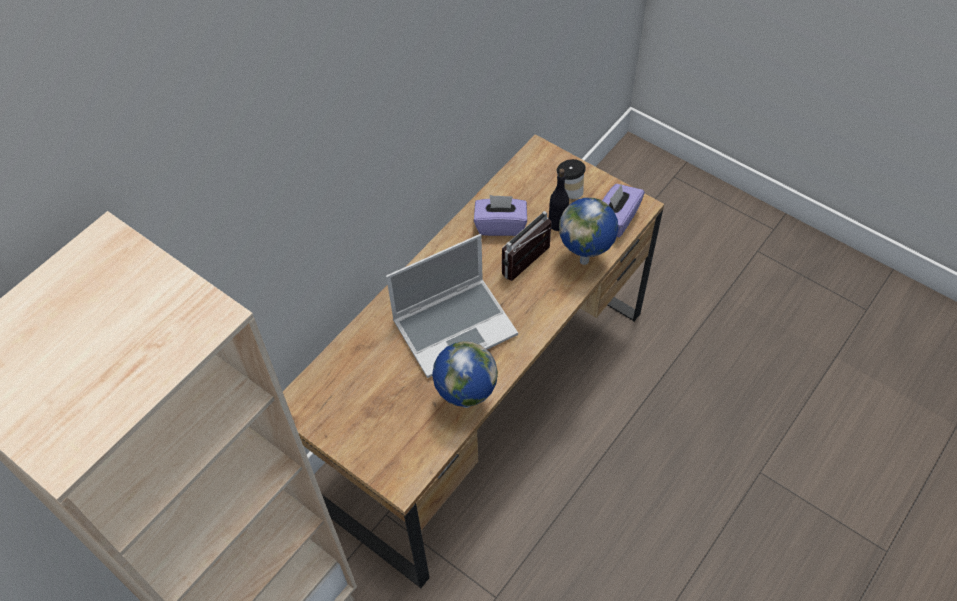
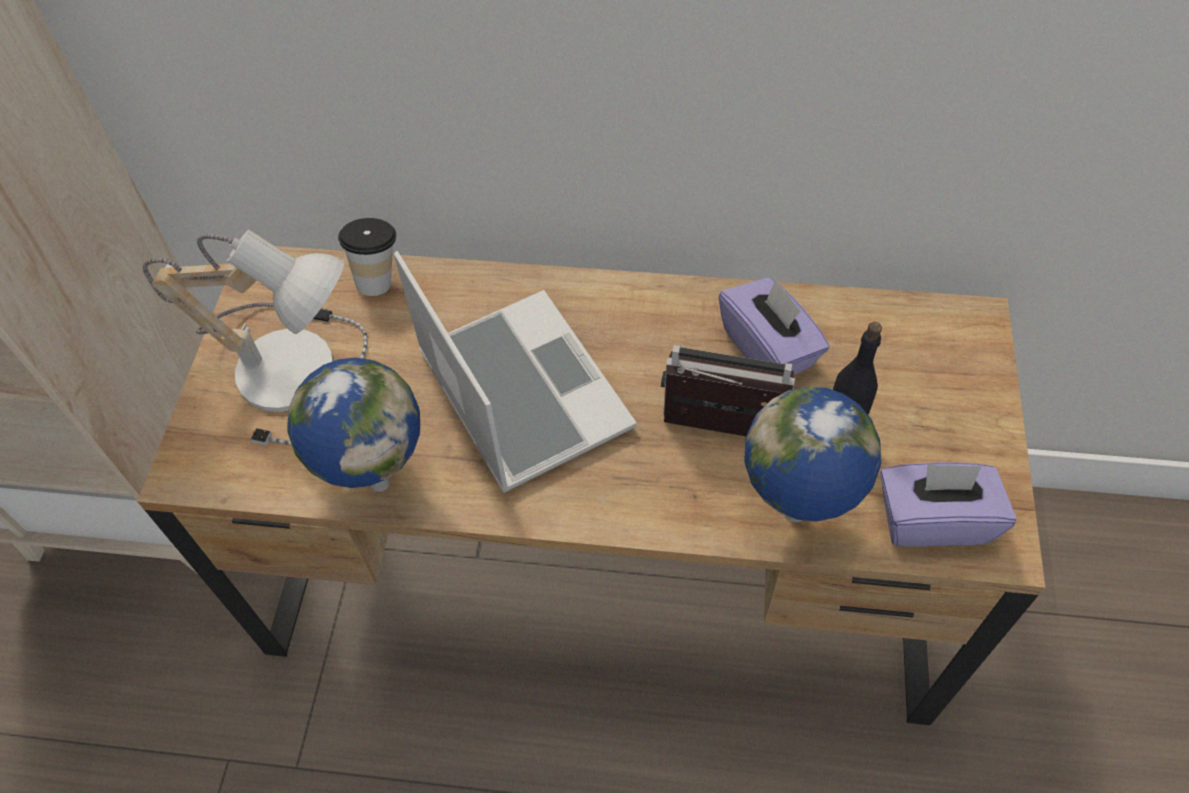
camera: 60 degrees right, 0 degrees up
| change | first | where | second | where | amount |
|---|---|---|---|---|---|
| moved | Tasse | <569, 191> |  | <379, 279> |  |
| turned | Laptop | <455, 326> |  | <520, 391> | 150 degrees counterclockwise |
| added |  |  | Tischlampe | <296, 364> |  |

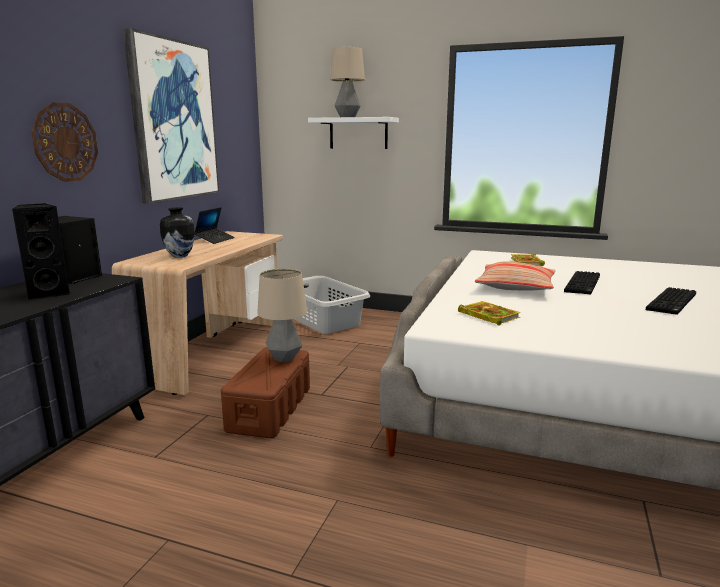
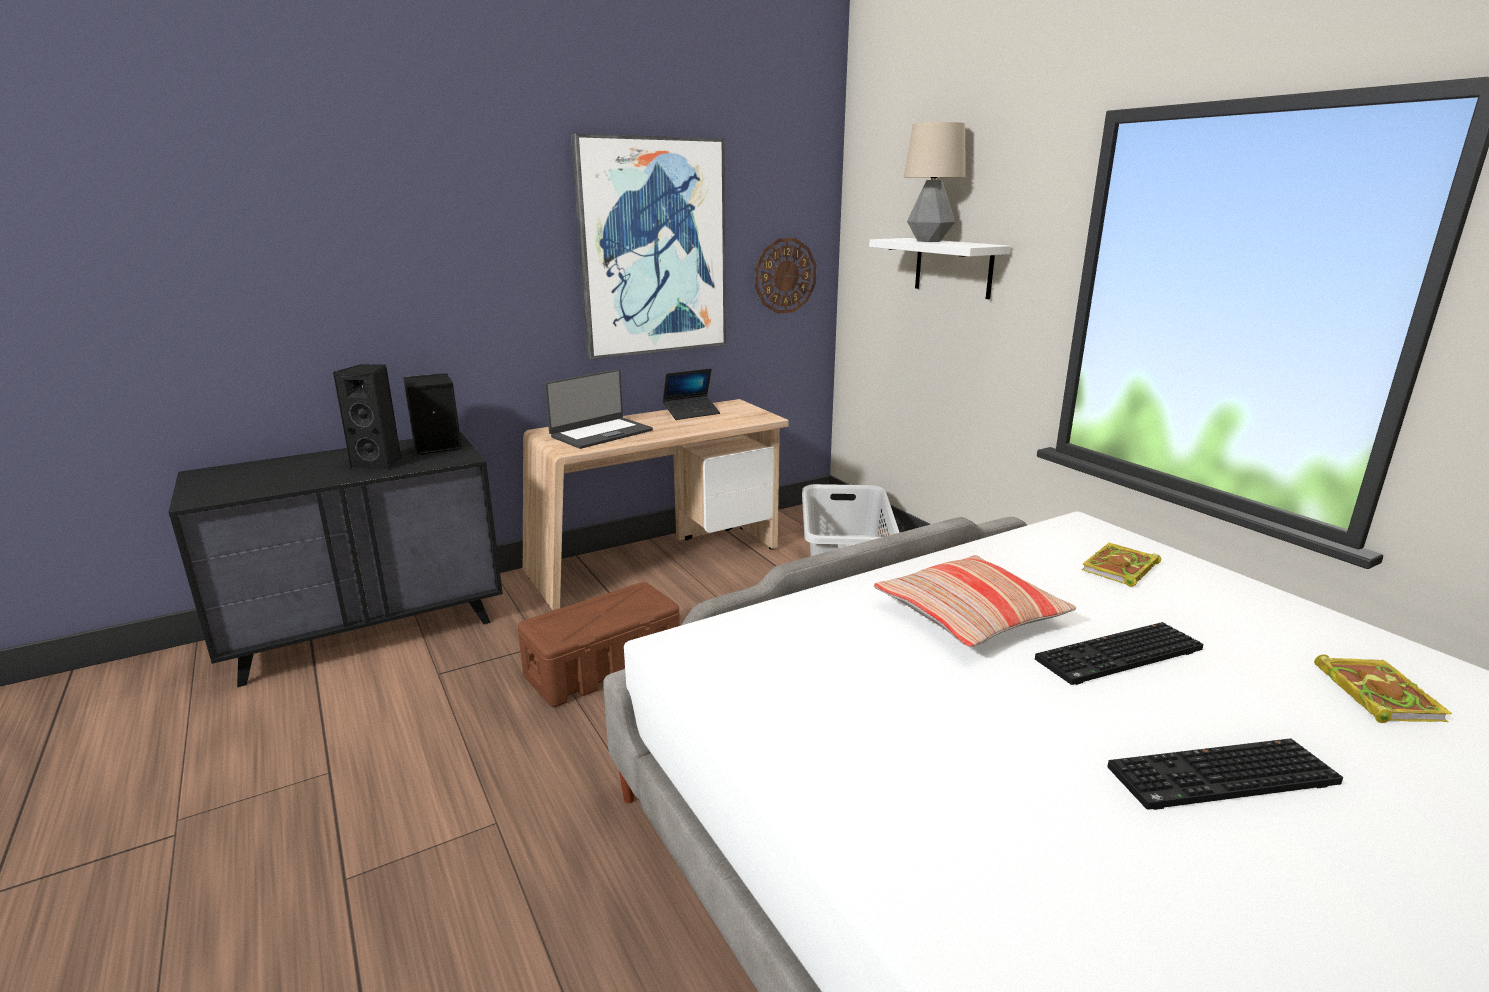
camera: 40 degrees right, 5 degrees up
| change | first | where | second | where | amount |
|---|---|---|---|---|---|
| moved | Wanduhr | <65, 142> |  | <785, 276> |  |
| replaced | Vase | <179, 256> | Laptop | <600, 433> |  |
| removed | Tischlampe | <284, 358> |  |  |  |
| moved | Buch | <487, 315> |  | <1374, 693> |  |

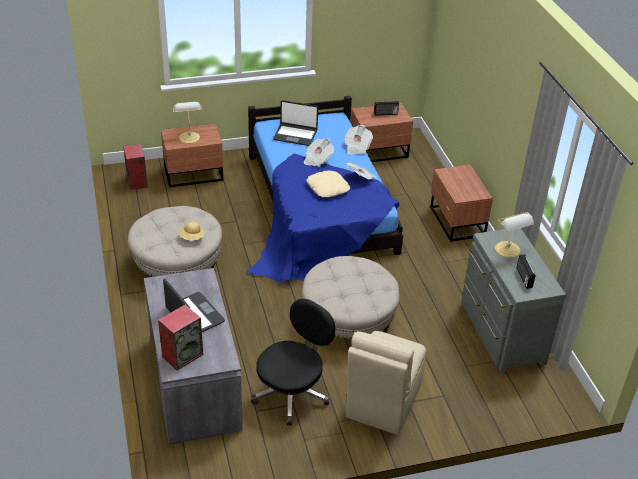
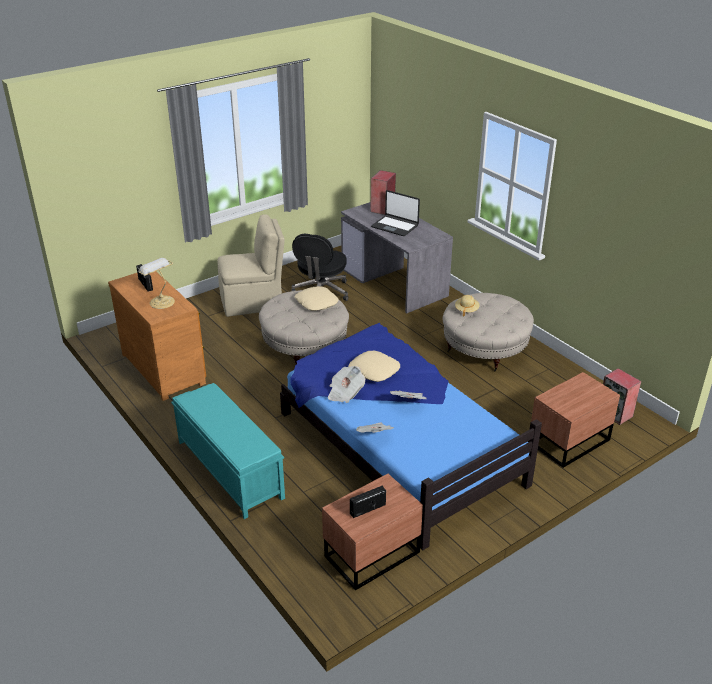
camera: 160 degrees right, 5 degrees down
| change | first | where | second | where | amount |
|---|---|---|---|---|---|
| removed | Laptop | <295, 135> |  |  |  |
| removed | Tischlampe | <189, 137> |  |  |  |
| replaced | Nachttisch [braun] | <456, 222> | Bank [türkis] | <229, 469> |  |
| recoloured | Kommode [grau] | <500, 333> | Kommode [braun] | <165, 367> |  |
| turned | Stuhl [beige] | <382, 402> |  | <253, 302> | 75 degrees clockwise |
| added |  |  | Kissen [beige] | <316, 303> |  |

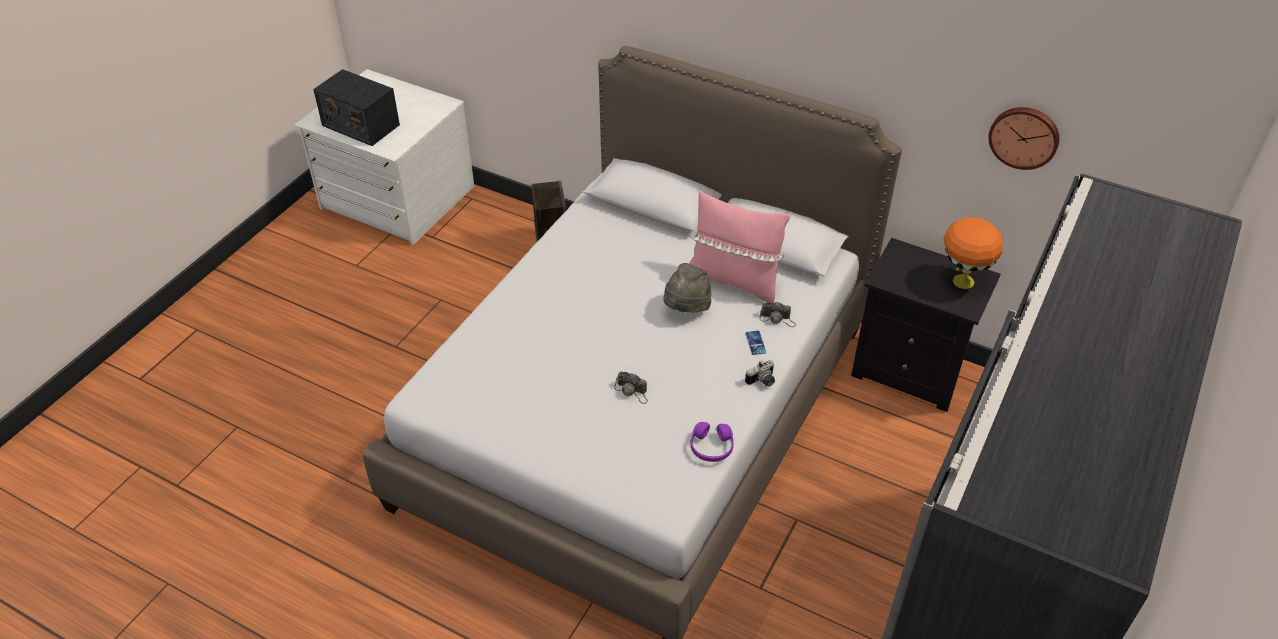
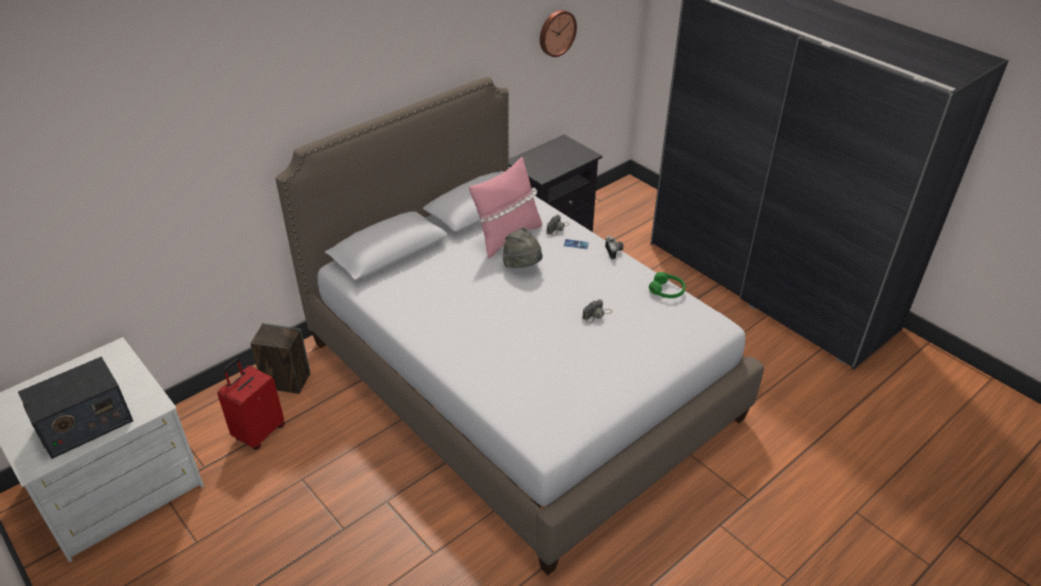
camera: 70 degrees left, 5 degrees down
| change | first | where | second | where | amount |
|---|---|---|---|---|---|
| removed | Tischlampe [orange] | <962, 281> |  |  |  |
| recoloured | Kopfhörer [lila] | <711, 447> | Kopfhörer [grün] | <667, 290> |  |
| added |  |  | Koffer [rot] | <259, 432> |  |

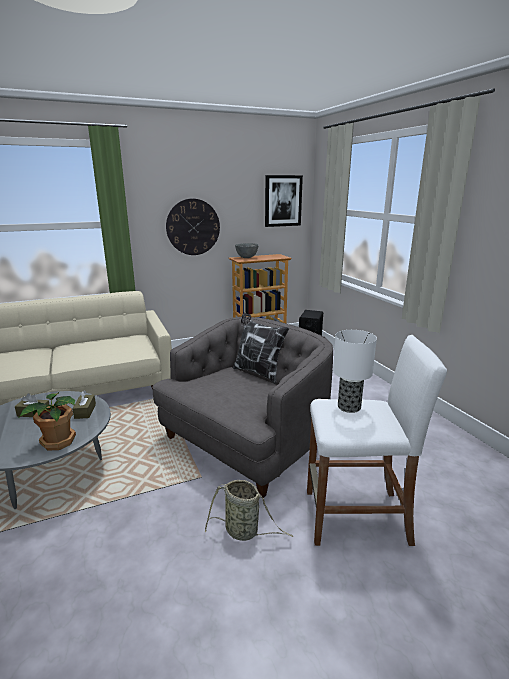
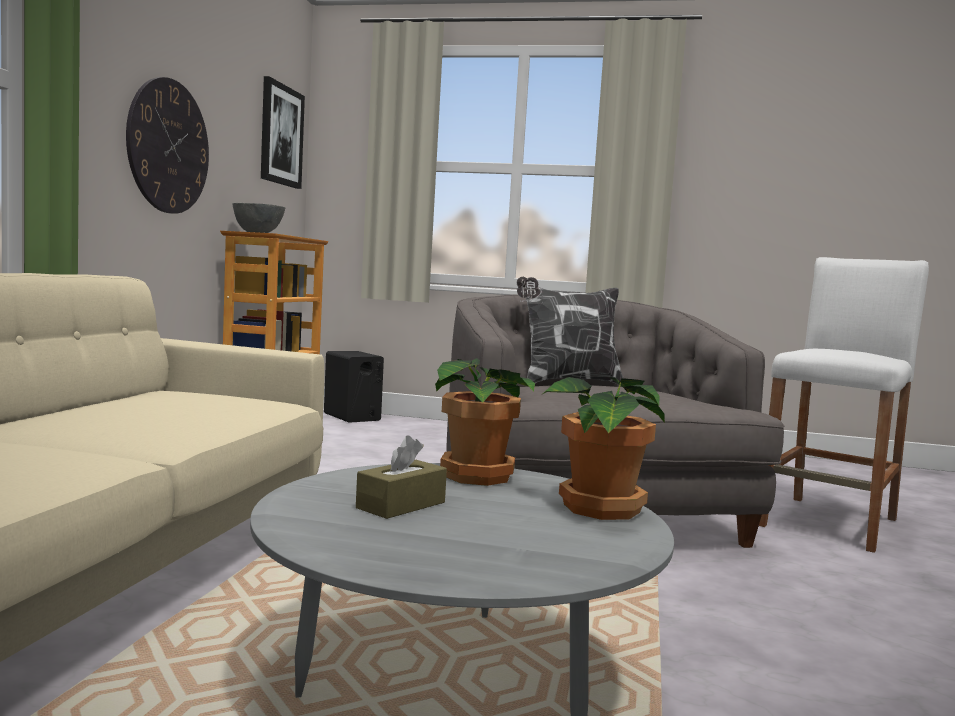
camera: 55 degrees left, 15 degrees down
| change | first | where | second | where | amount |
|---|---|---|---|---|---|
| removed | Tischlampe | <349, 407> |  |  |  |
| replaced | Taschentuchbox [braun] | <85, 411> | Topfpflanze | <480, 476> |  |
| removed | Korb | <244, 531> |  |  |  |

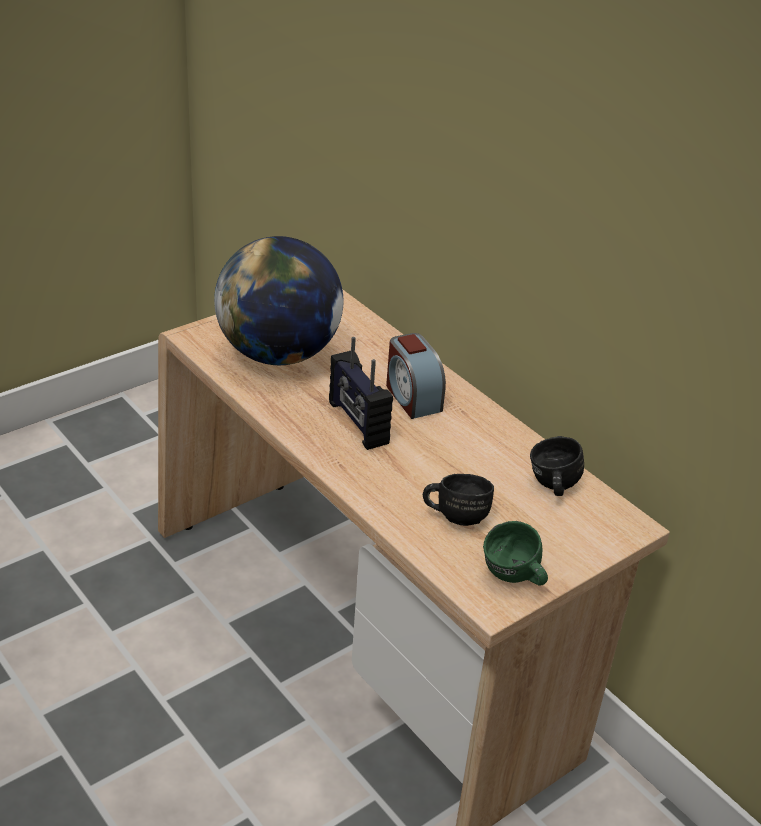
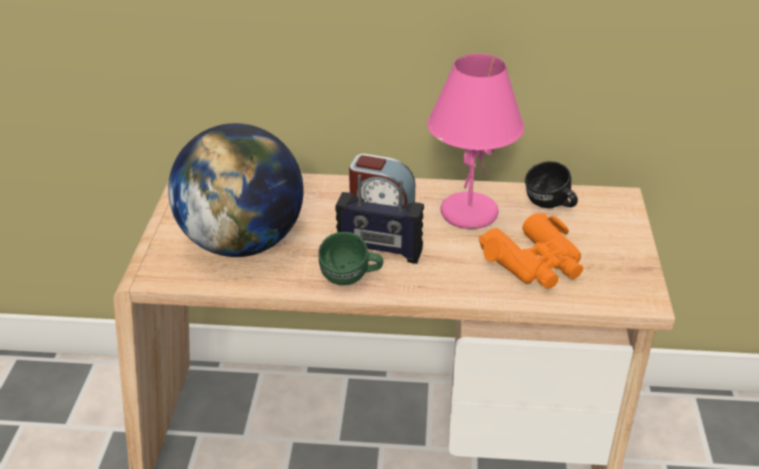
camera: 45 degrees left, 0 degrees up
| change | first | where | second | where | amount |
|---|---|---|---|---|---|
| replaced | Henkelbecher [schwarz] | <455, 514> | Fernglas [orange] | <535, 263> |  |
| moved | Henkelbecher [grün] | <513, 578> |  | <351, 280> |  |
| added |  |  | Tischlampe [rosa] | <468, 213> |  |

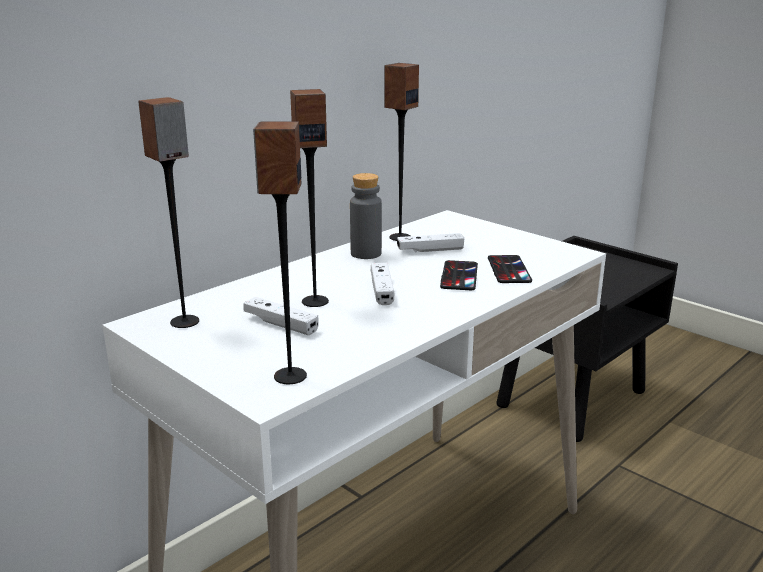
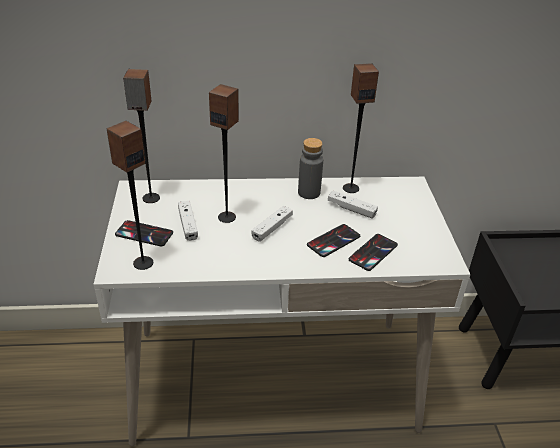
camera: 40 degrees right, 15 degrees up
| change | first | where | second | where | amount |
|---|---|---|---|---|---|
| added |  |  | Handy | <144, 234> |  |

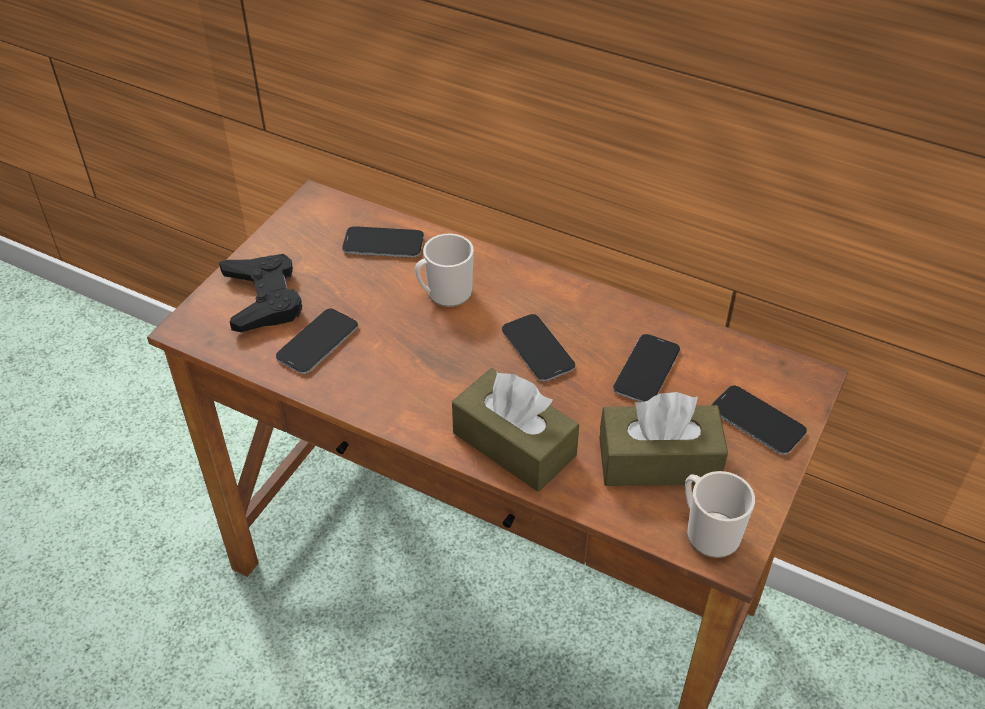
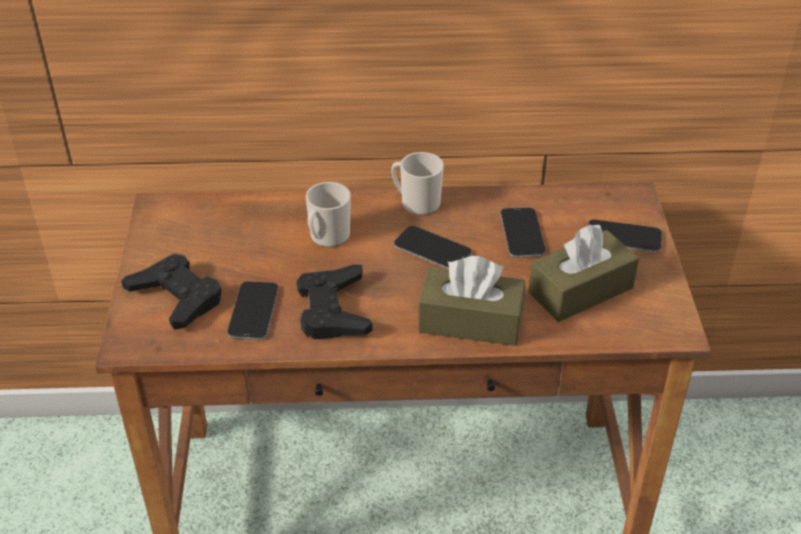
camera: 30 degrees left, 5 degrees down
| change | first | where | second | where | amount |
|---|---|---|---|---|---|
| removed | Handy | <383, 243> |  |  |  |
| moved | Henkelbecher | <708, 532> |  | <416, 203> |  |
| added |  |  | Gamepad [schwarz] | <333, 310> |  |

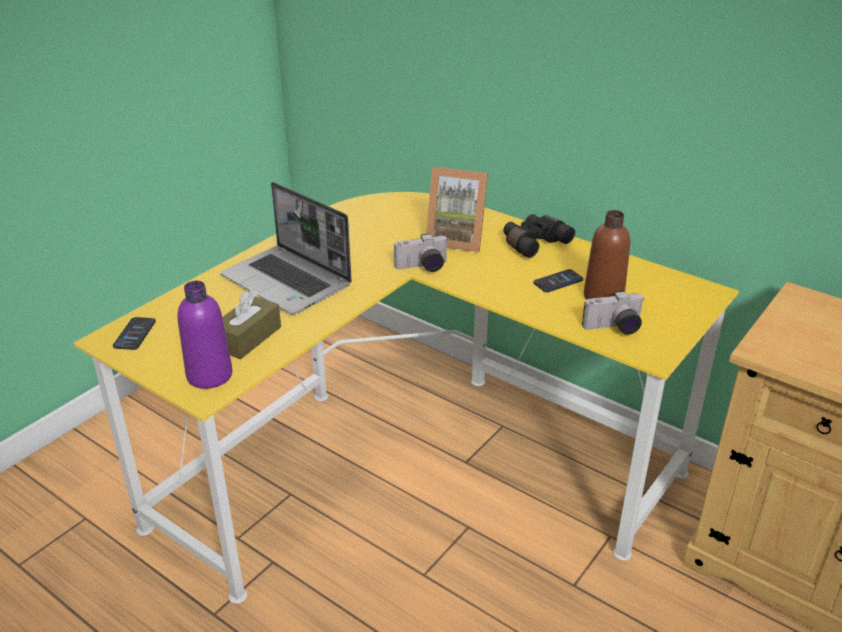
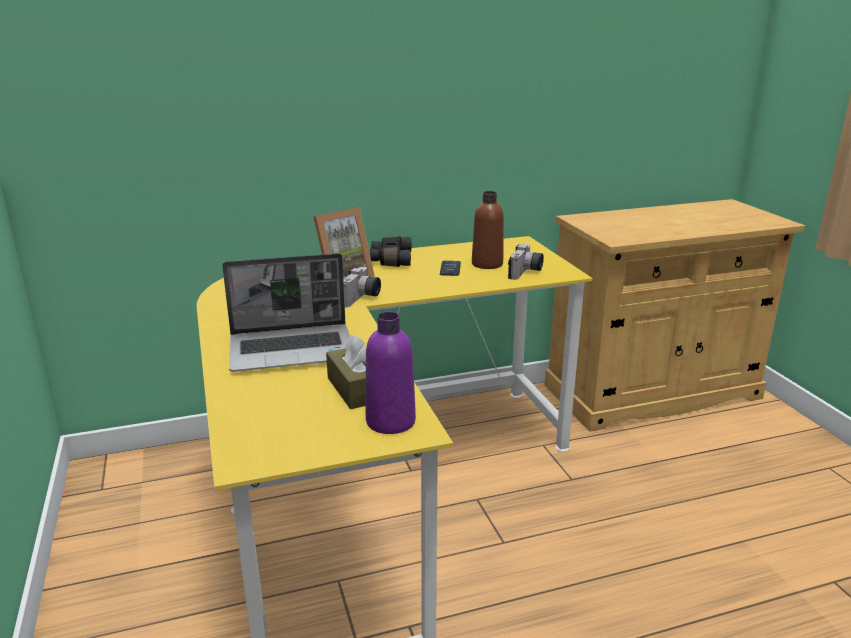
camera: 55 degrees left, 10 degrees down
| change | first | where | second | where | amount |
|---|---|---|---|---|---|
| removed | Handy | <135, 334> |  |  |  |

